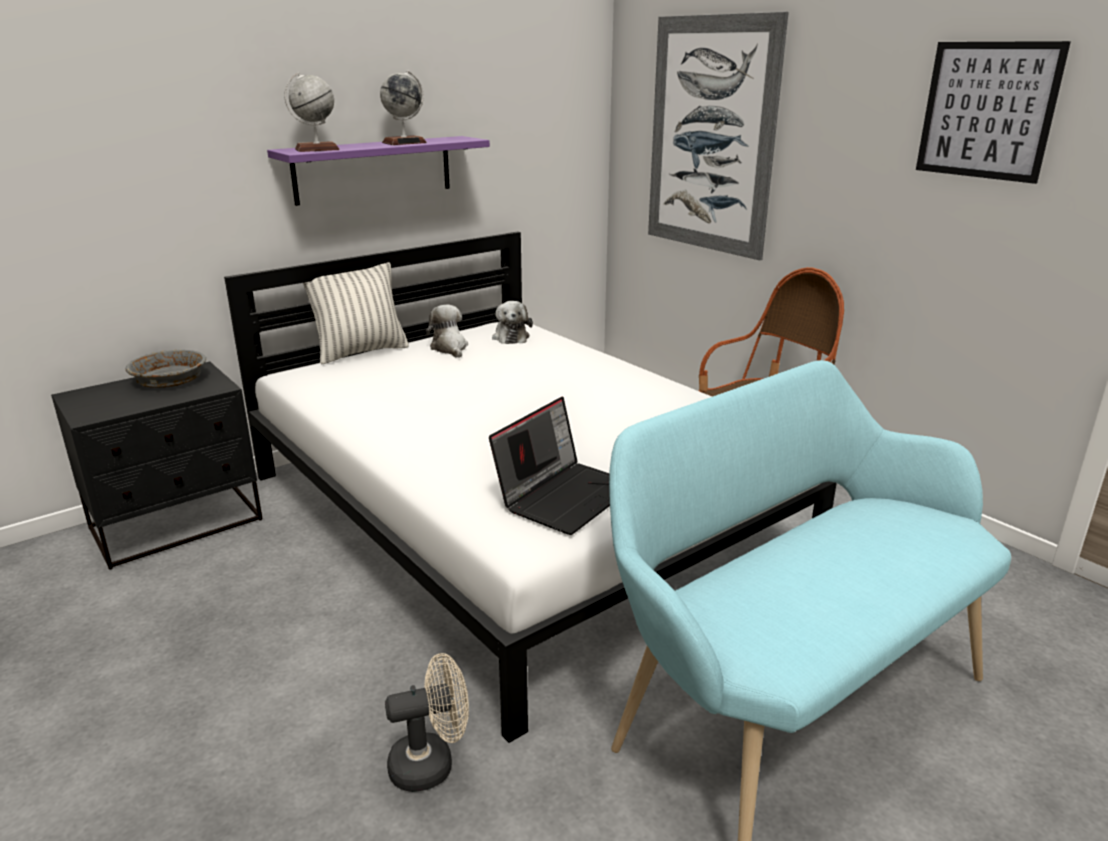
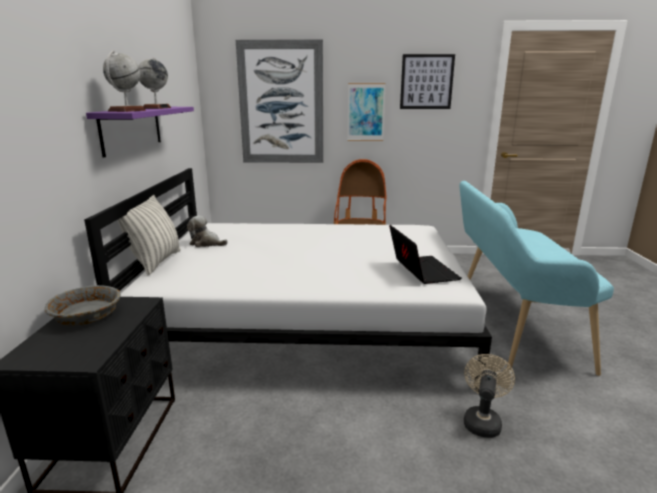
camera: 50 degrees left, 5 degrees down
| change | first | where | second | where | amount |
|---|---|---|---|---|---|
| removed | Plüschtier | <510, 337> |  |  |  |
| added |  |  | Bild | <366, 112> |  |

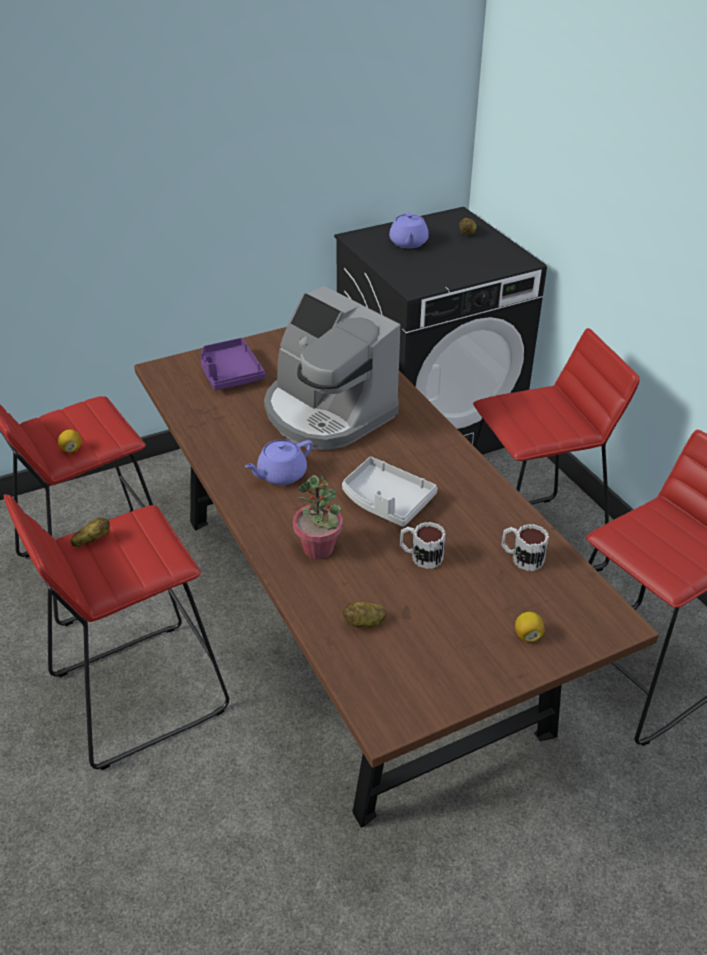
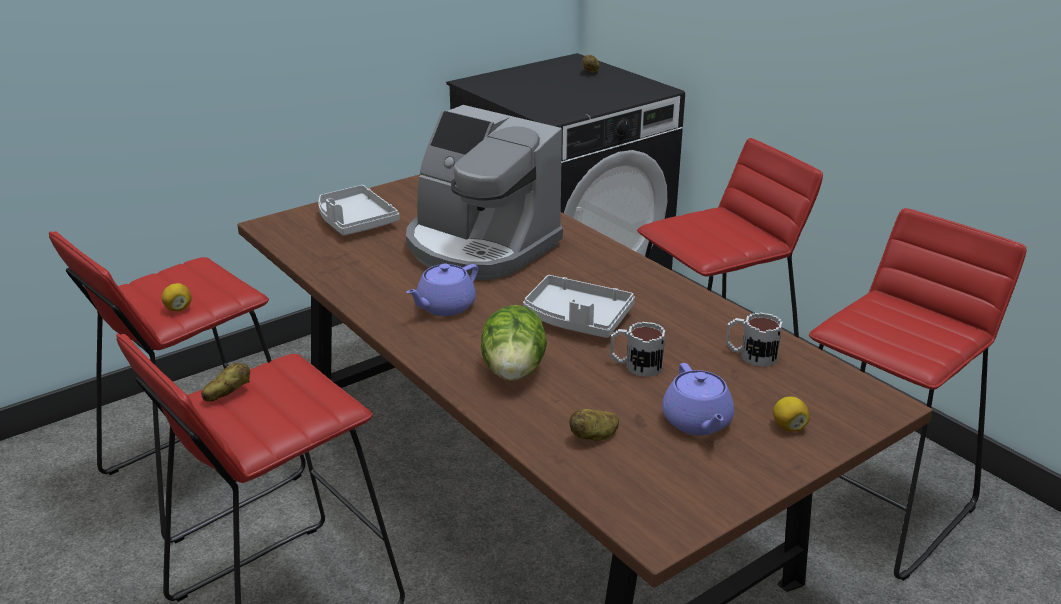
camera: 10 degrees left, 10 degrees down
| change | first | where | second | where | amount |
|---|---|---|---|---|---|
| moved | Teekanne [lila] | <408, 243> |  | <697, 422> |  |
| recoloured | Tablett [lila] | <230, 373> | Tablett [grau] | <354, 222> |  |
| replaced | Topfpflanze | <319, 549> | Salatkopf | <514, 371> |  |

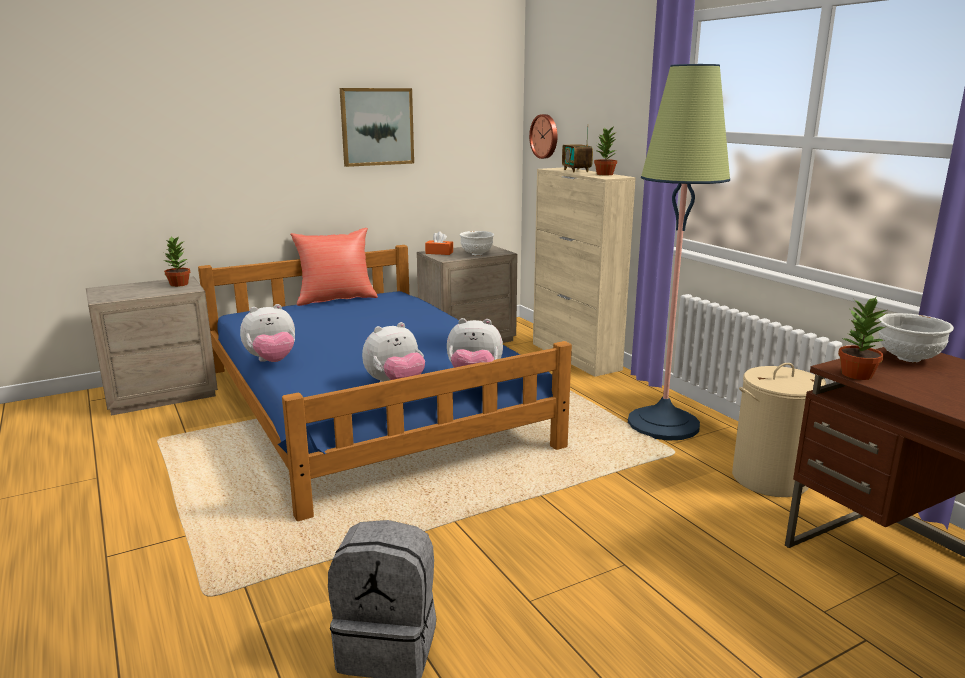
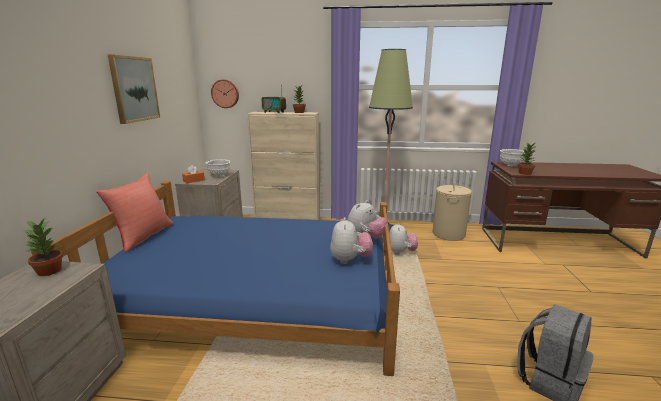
camera: 55 degrees left, 0 degrees up
| change | first | where | second | where | amount |
|---|---|---|---|---|---|
| moved | Plüschtier | <272, 361> |  | <401, 252> |  |

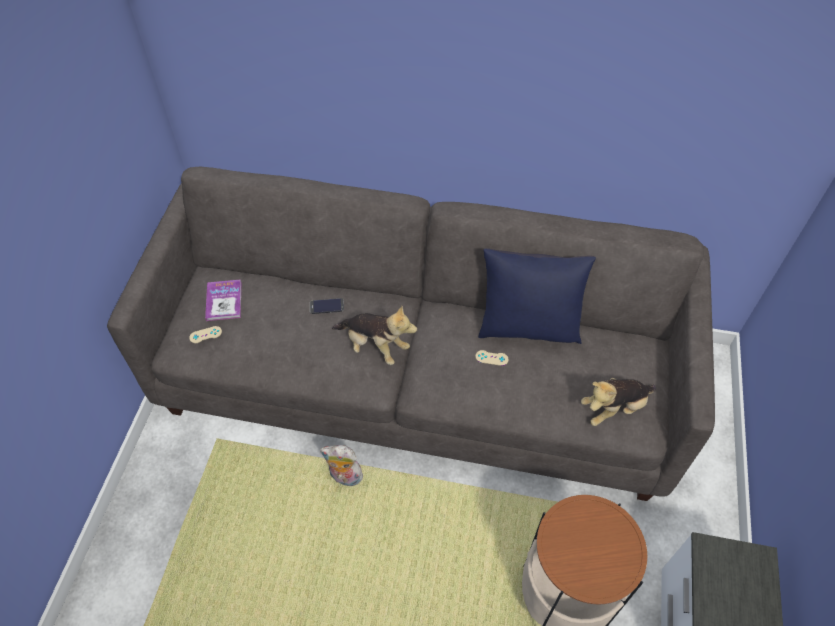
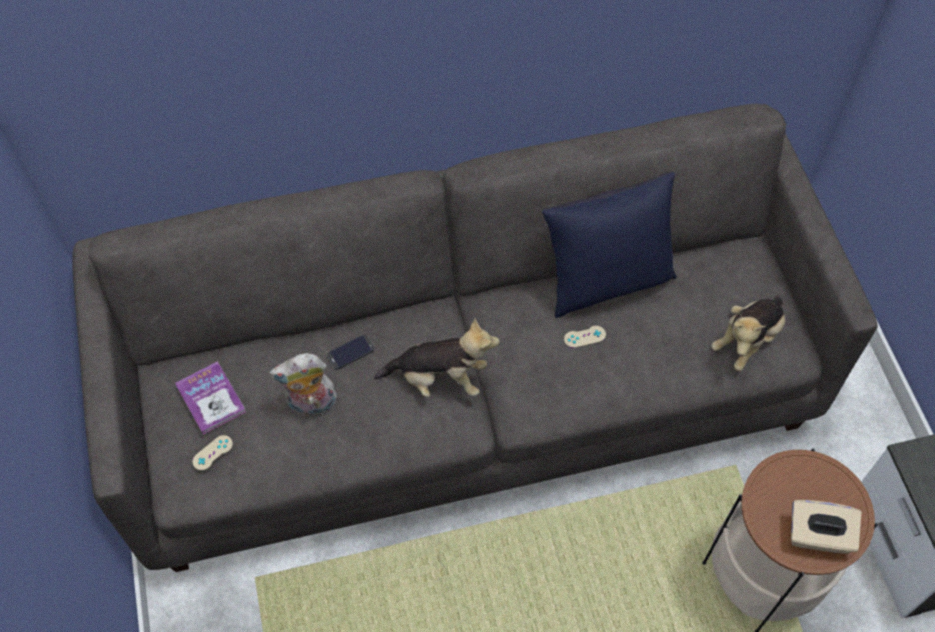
camera: 25 degrees left, 5 degrees up
| change | first | where | second | where | amount |
|---|---|---|---|---|---|
| moved | Plüschtier | <344, 477> |  | <311, 405> |  |
| added |  |  | Taschentuchbox [beige] | <818, 536> |  |

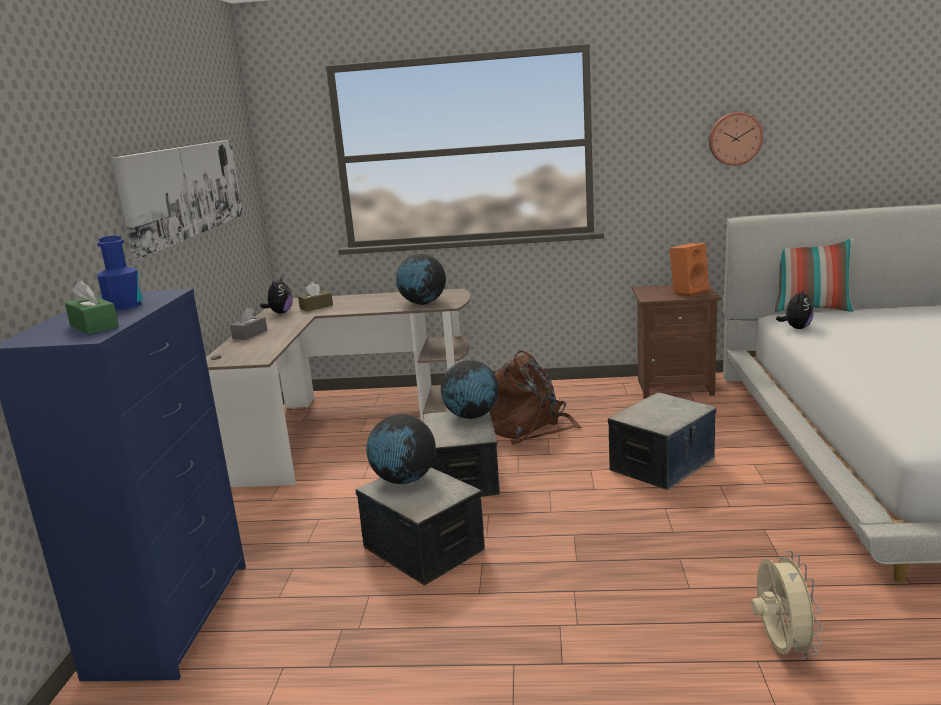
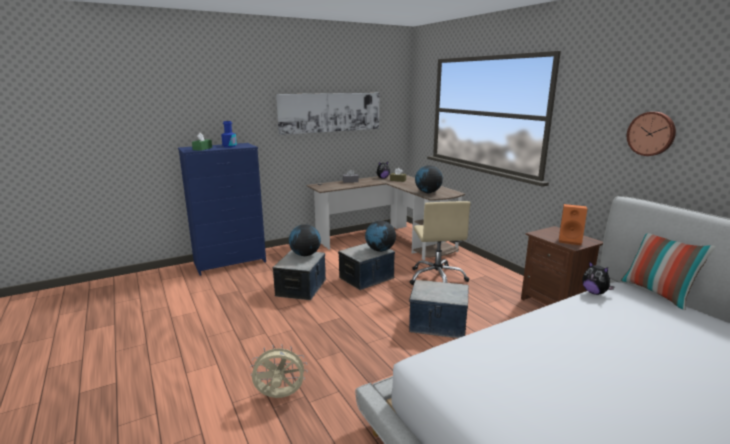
camera: 55 degrees right, 0 degrees up
| change | first | where | second | where | amount |
|---|---|---|---|---|---|
| turned | Plüschtier | <796, 328> |  | <594, 293> | 60 degrees clockwise |
| replaced | Rucksack [braun] | <530, 428> | Bürostuhl [beige] | <437, 278> |  |
| turned | Ventilator [beige] | <780, 647> |  | <279, 397> | 150 degrees counterclockwise |

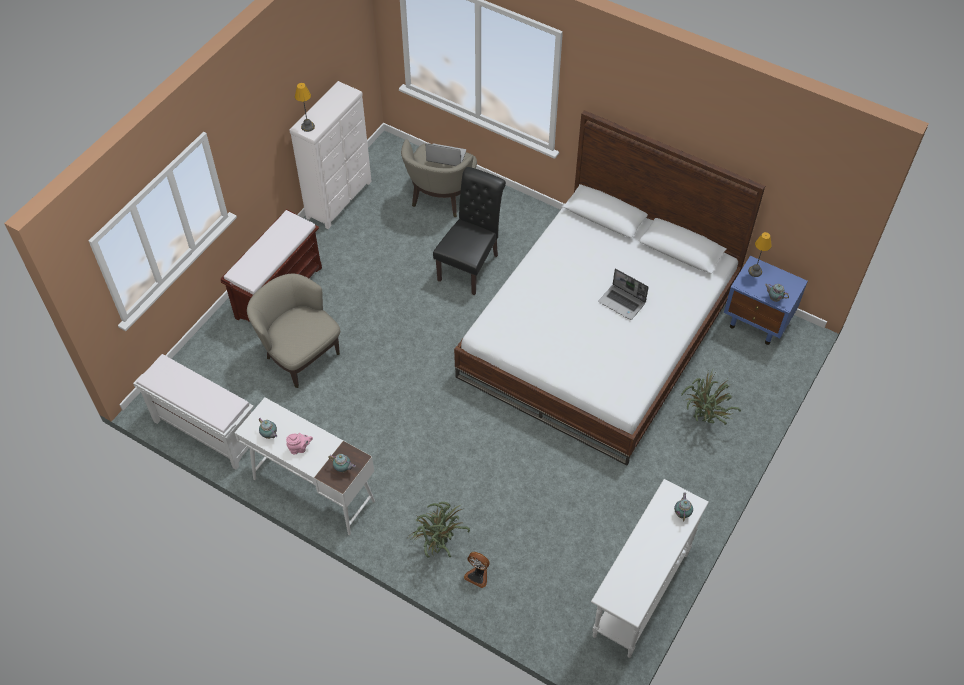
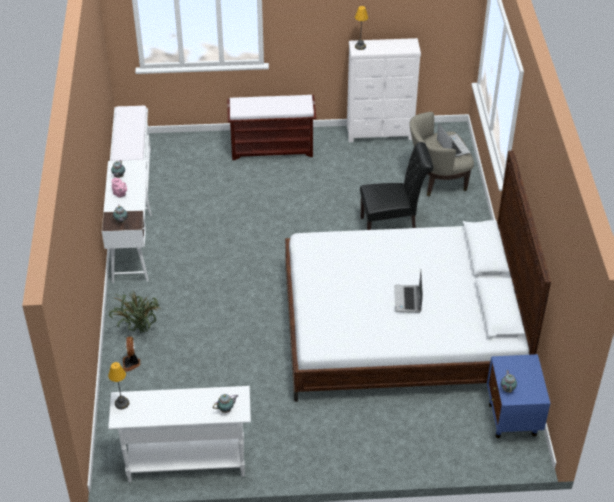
camera: 55 degrees right, 10 degrees down
| change | first | where | second | where | amount |
|---|---|---|---|---|---|
| moved | Tischlampe | <754, 271> |  | <121, 403> |  |
| removed | Sessel [beige] | <300, 355> |  |  |  |
| removed | Topfpflanze | <703, 420> |  |  |  |

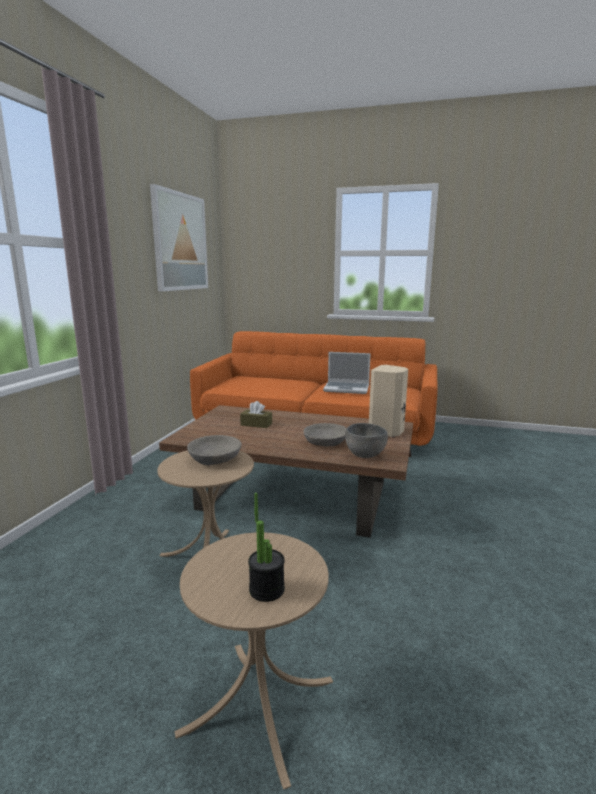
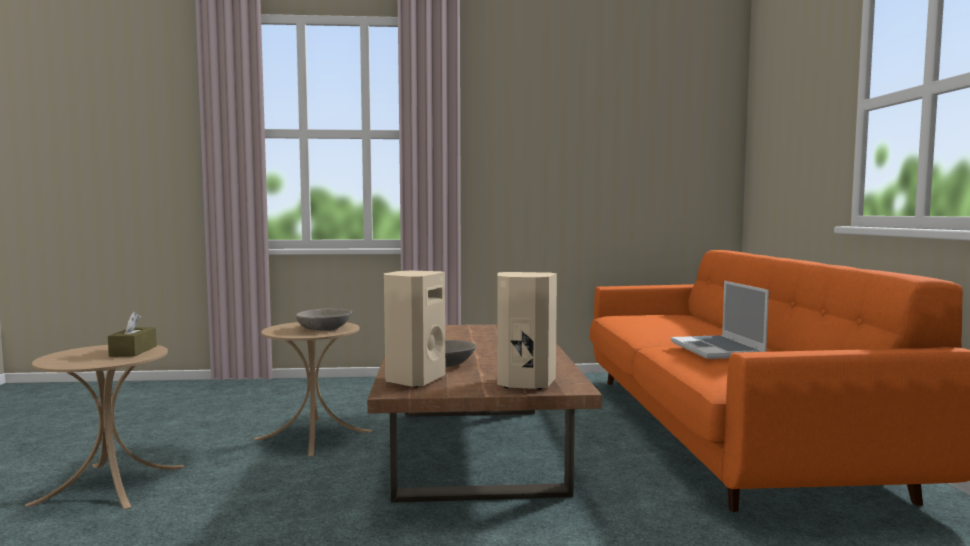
camera: 70 degrees right, 10 degrees down
| change | first | where | second | where | amount |
|---|---|---|---|---|---|
| removed | Bild | <180, 242> |  |  |  |
| moved | Taschentuchbox [braun] | <256, 424> |  | <133, 351> |  |
| replaced | Schüssel [grau] | <364, 455> | Lautsprecher [beige] | <413, 380> |  |
| removed | Topfpflanze | <266, 590> |  |  |  |

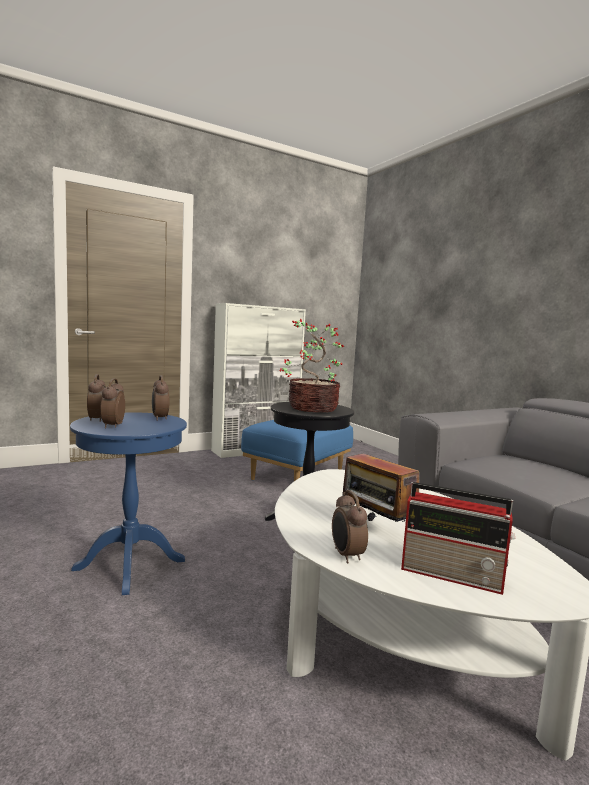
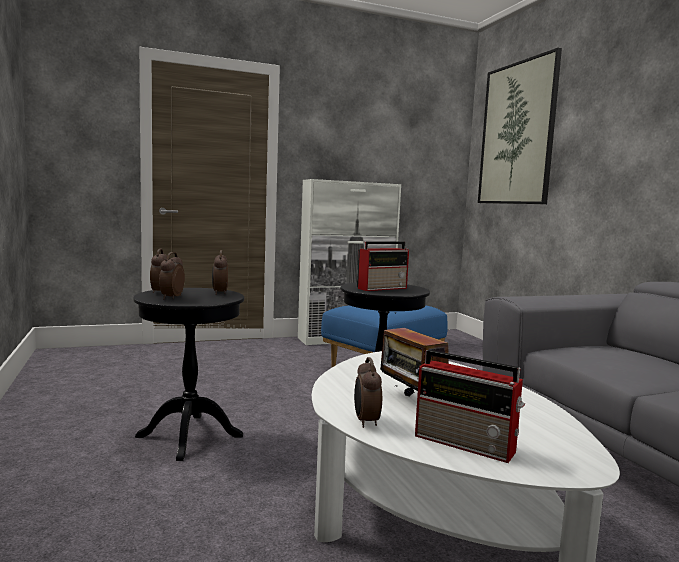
camera: 10 degrees right, 0 degrees up
| change | first | where | second | where | amount |
|---|---|---|---|---|---|
| replaced | Topfpflanze | <311, 408> | Radio | <383, 288> |  |
| recoloured | Beistelltisch [blau] | <130, 564> | Beistelltisch [schwarz] | <190, 436> |  |
| added |  |  | Bild | <517, 134> |  |

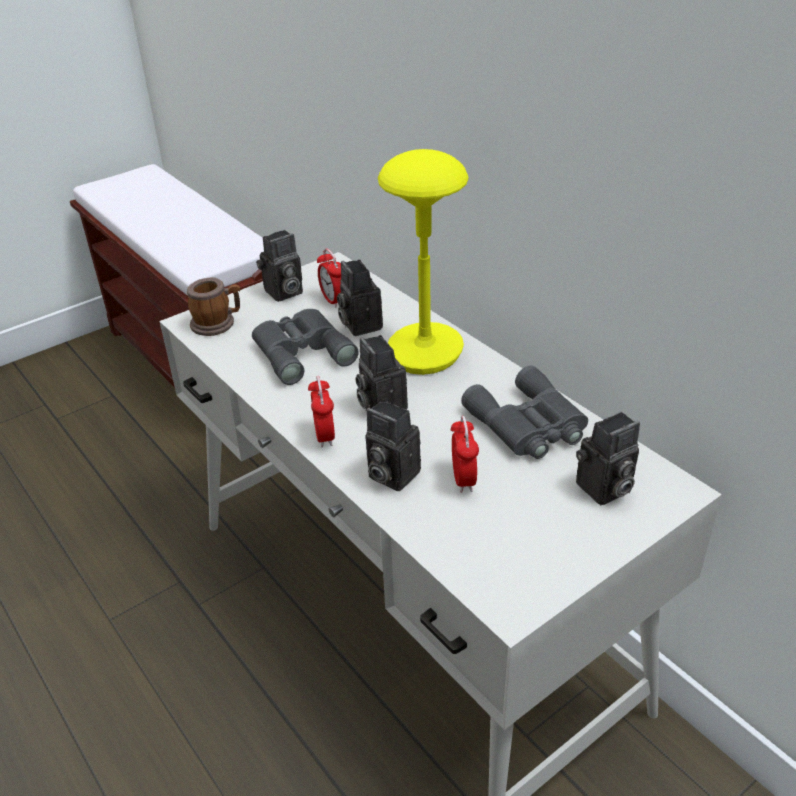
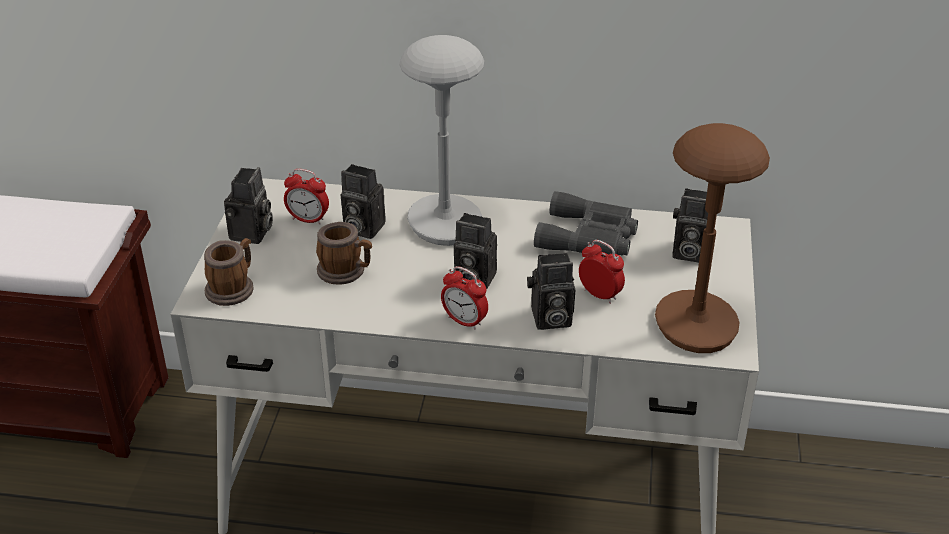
camera: 45 degrees left, 0 degrees up
| change | first | where | second | where | amount |
|---|---|---|---|---|---|
| recoloured | Tischlampe [gelb] | <424, 351> | Tischlampe [grau] | <444, 223> |  |
| replaced | Fernglas [grau] | <301, 351> | Henkelbecher | <346, 271> |  |
| turned | Kamera | <603, 490> |  | <688, 253> | 90 degrees clockwise |
| added |  |  | Tischlampe [braun] | <695, 325> |  |

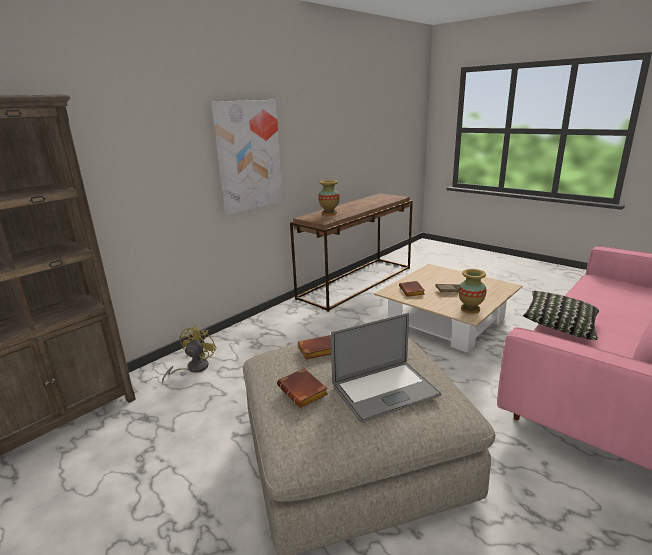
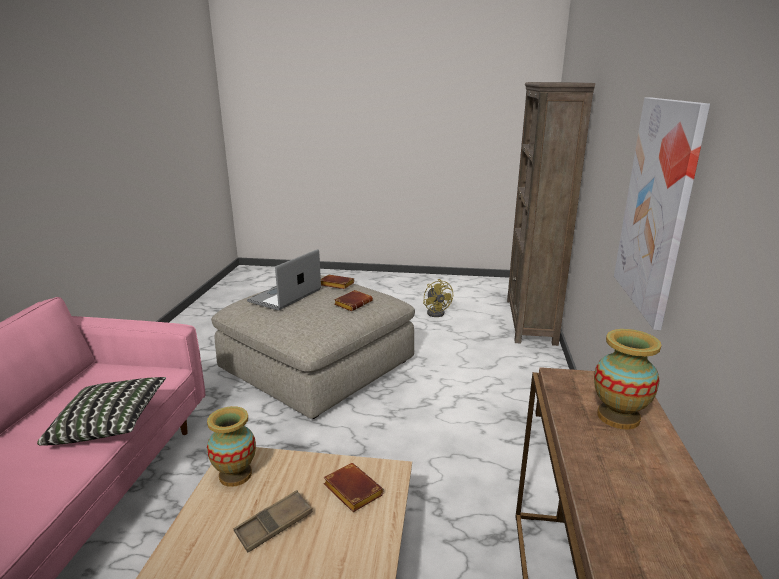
camera: 145 degrees right, 0 degrees up
| change | first | where | second | where | amount |
|---|---|---|---|---|---|
| moved | Ventilator [gelb] | <193, 368> |  | <437, 312> |  |

